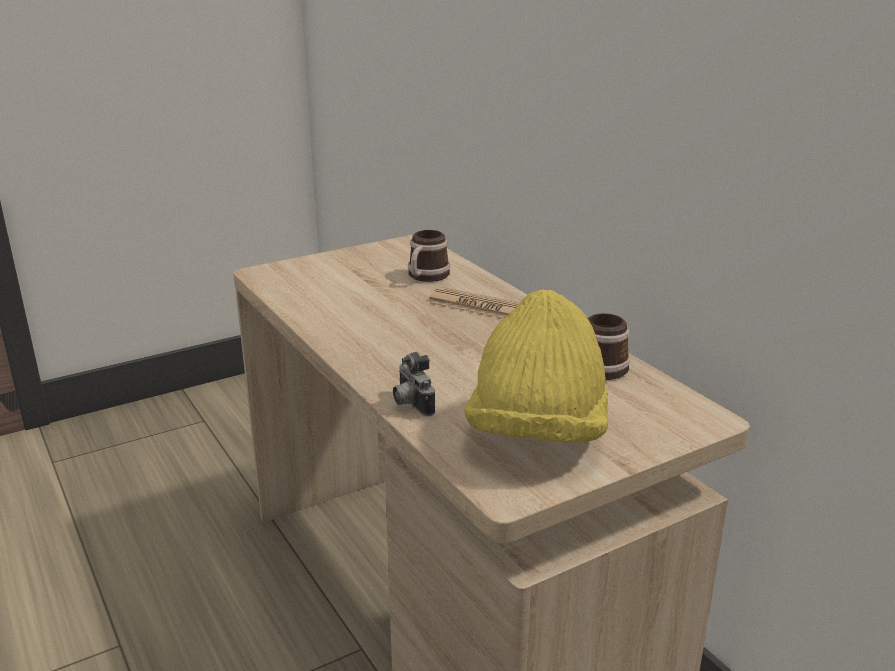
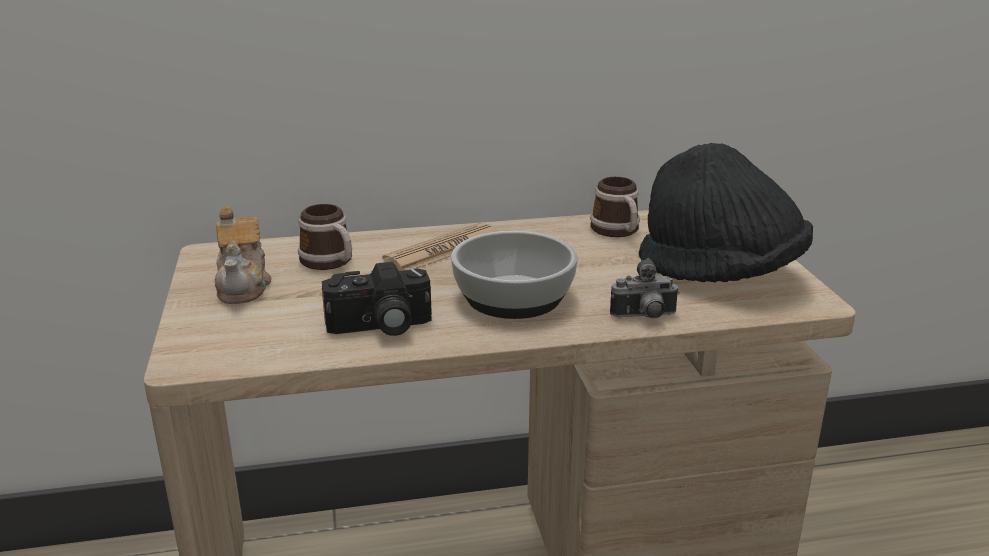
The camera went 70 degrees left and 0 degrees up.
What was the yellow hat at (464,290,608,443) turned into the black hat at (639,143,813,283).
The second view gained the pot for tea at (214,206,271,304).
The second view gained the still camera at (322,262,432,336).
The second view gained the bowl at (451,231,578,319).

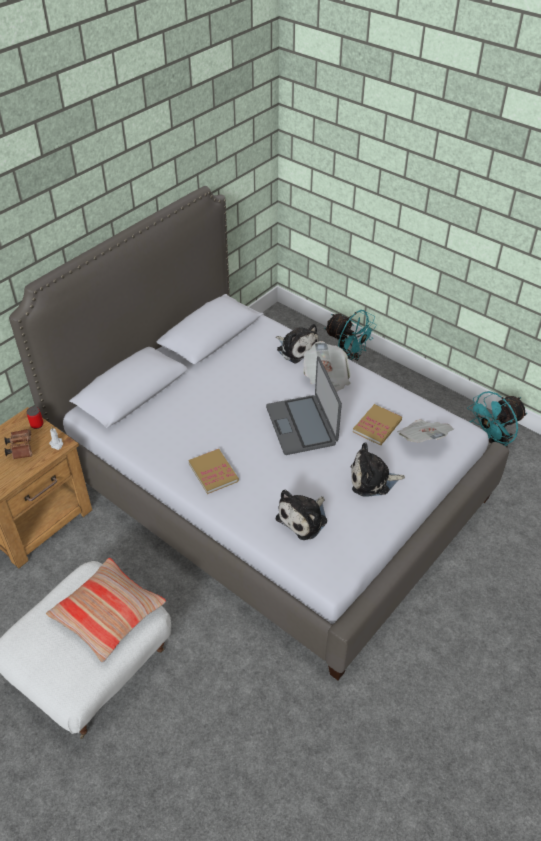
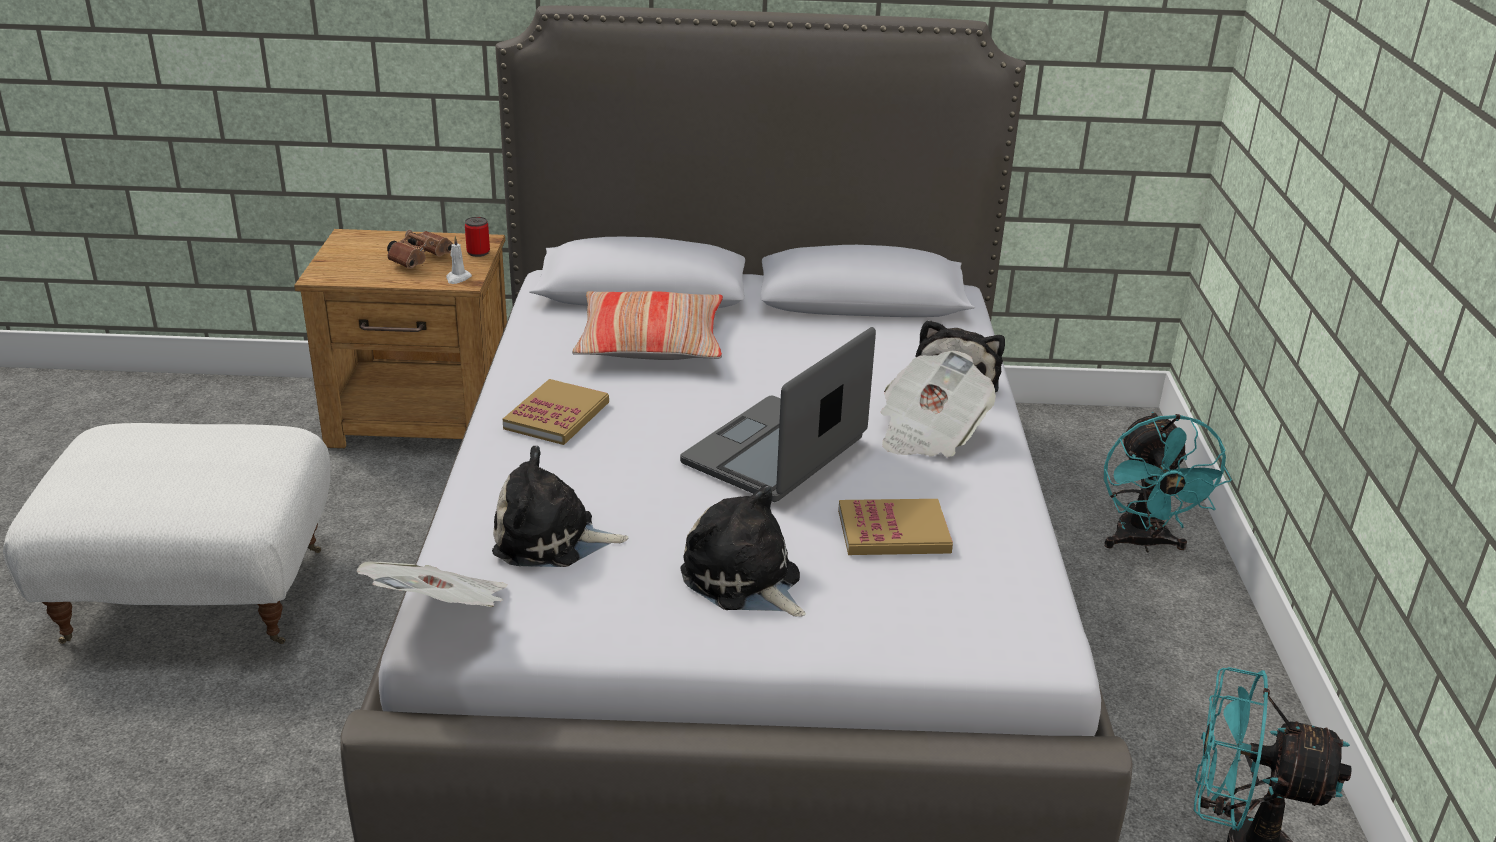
The camera went 50 degrees right and 15 degrees down.
The cushion ended up elsewhere, having gone from (46,558,166,663) to (572,291,723,360).
The newspaper ended up elsewhere, having gone from (397,419,454,443) to (357,562,507,607).

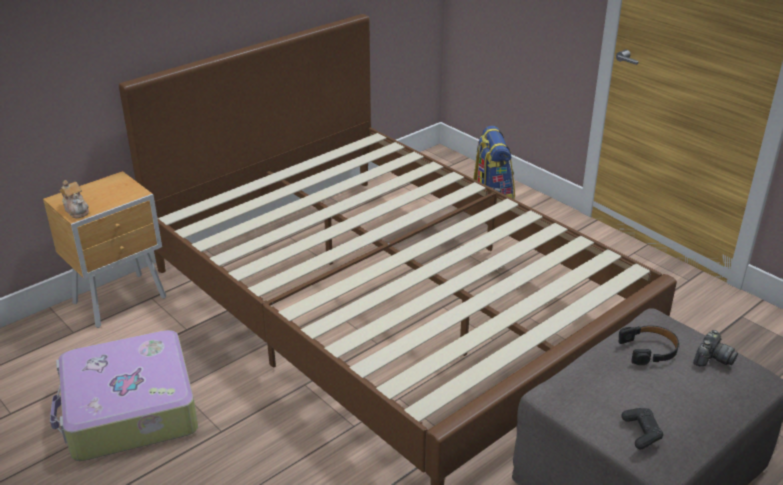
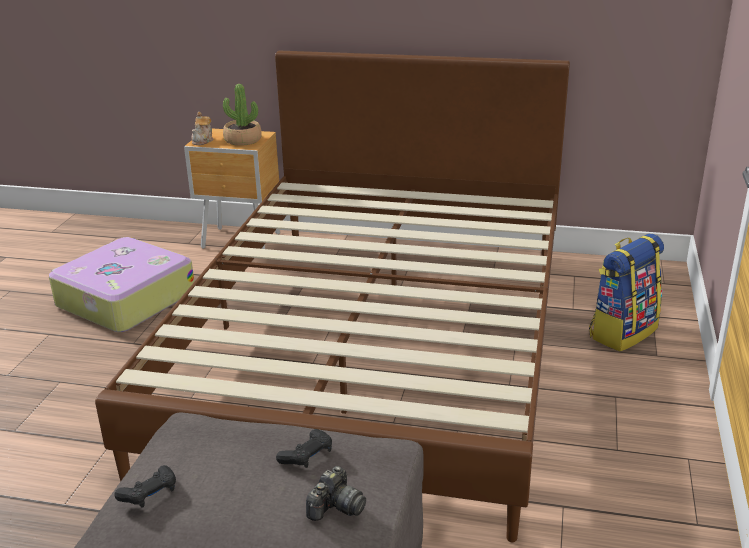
The camera went 55 degrees right and 5 degrees down.
Where the black pair of headphones stood at (619,325,679,365), the black game controller came to stand at (276,429,332,468).
The still camera at (693,330,738,366) ended up facing another way, 60 degrees counterclockwise from before.
The second view gained the potted plant at (223,84,262,146).

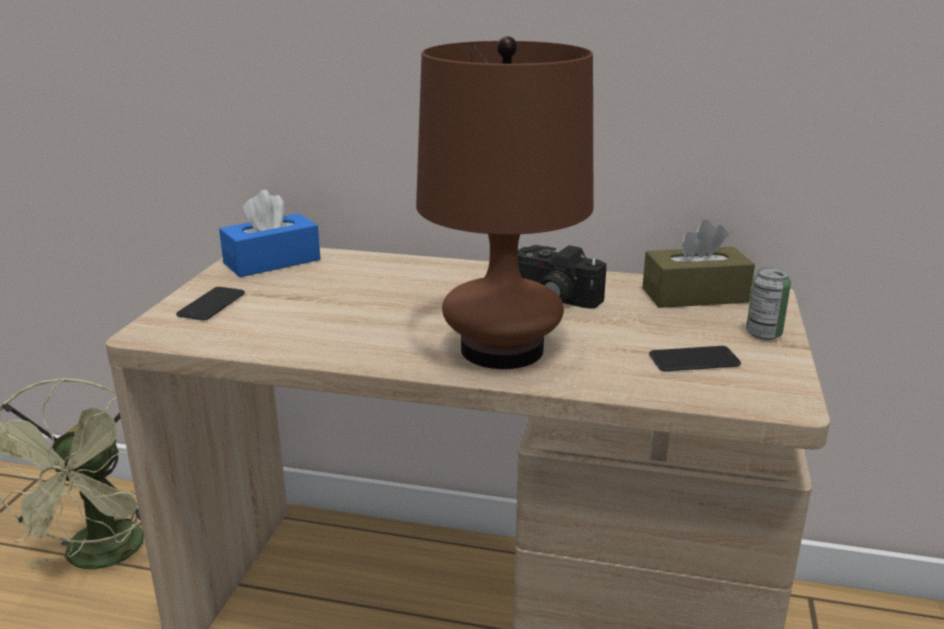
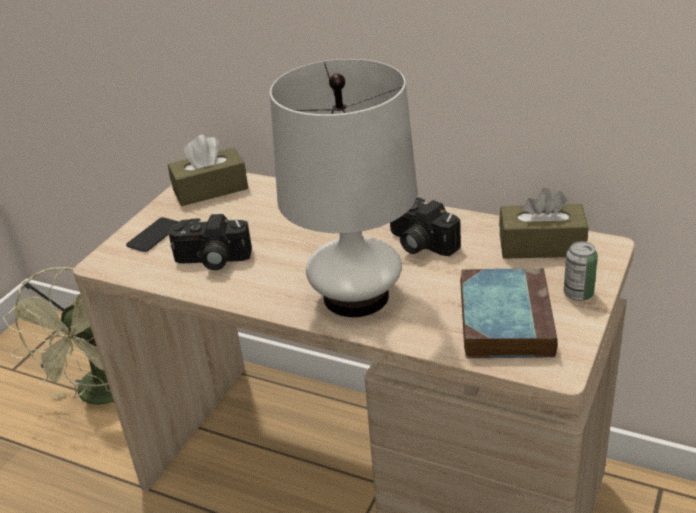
The camera went 15 degrees right and 10 degrees up.
What was the bluish tissue box at (219,190,320,277) turned into the brown tissue box at (168,134,248,206).
What was the brown lamp for a table at (416,36,593,369) turned into the white lamp for a table at (270,59,417,317).
Where the handset stood at (649,346,741,371), the book came to stand at (460,268,558,358).
The second view gained the still camera at (169,214,252,270).

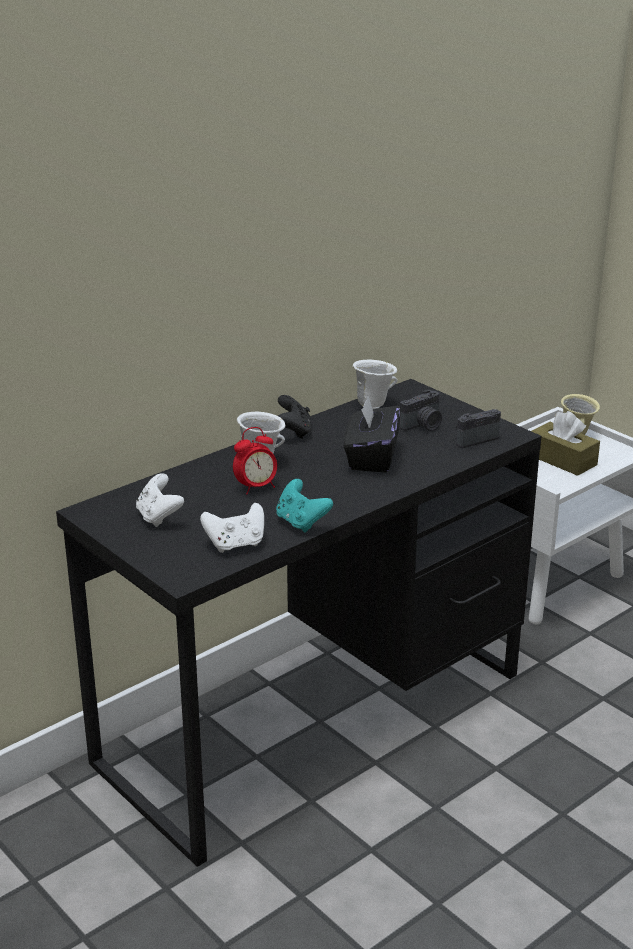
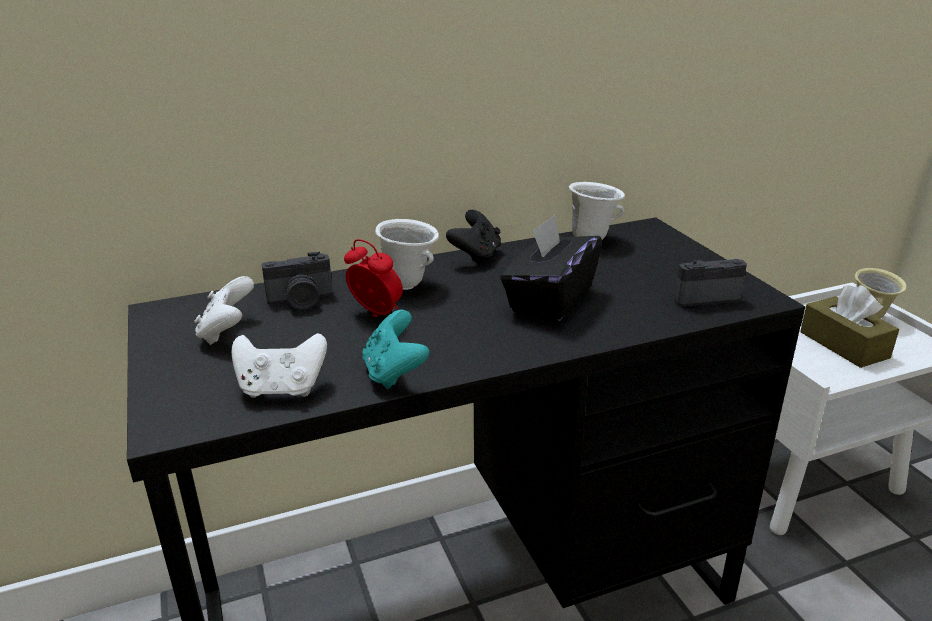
The camera went 20 degrees right and 0 degrees up.
The alarm clock at (233,427,277,495) ended up facing another way, 135 degrees counterclockwise from before.
The still camera ended up elsewhere, having gone from (399,389,442,431) to (262,252,333,310).

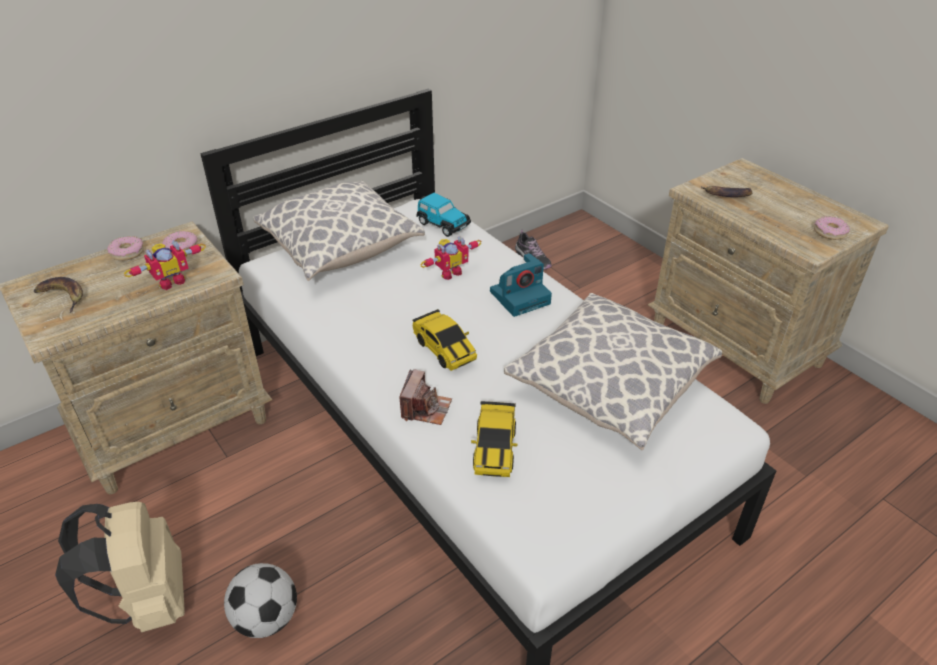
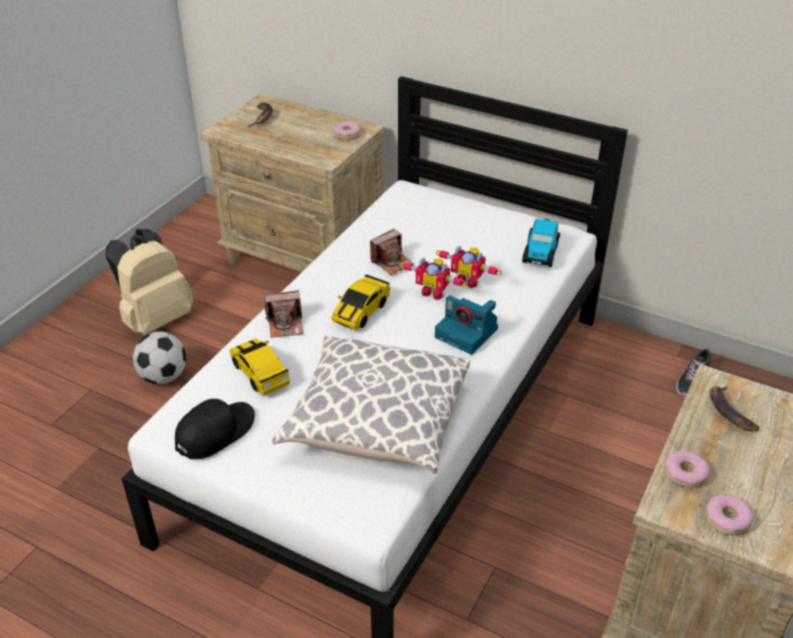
The camera went 65 degrees right and 0 degrees up.
The ring doughnut ended up elsewhere, having gone from (107,236,144,261) to (664,450,710,488).
The model robot ended up elsewhere, having gone from (124,240,206,290) to (399,257,467,300).
The second view lost the cushion at (253,181,425,281).
The toy car at (471,401,517,477) ended up facing another way, 75 degrees clockwise from before.
The second view gained the black peaked cap at (175,399,255,459).
The second view gained the still camera at (370,229,414,275).

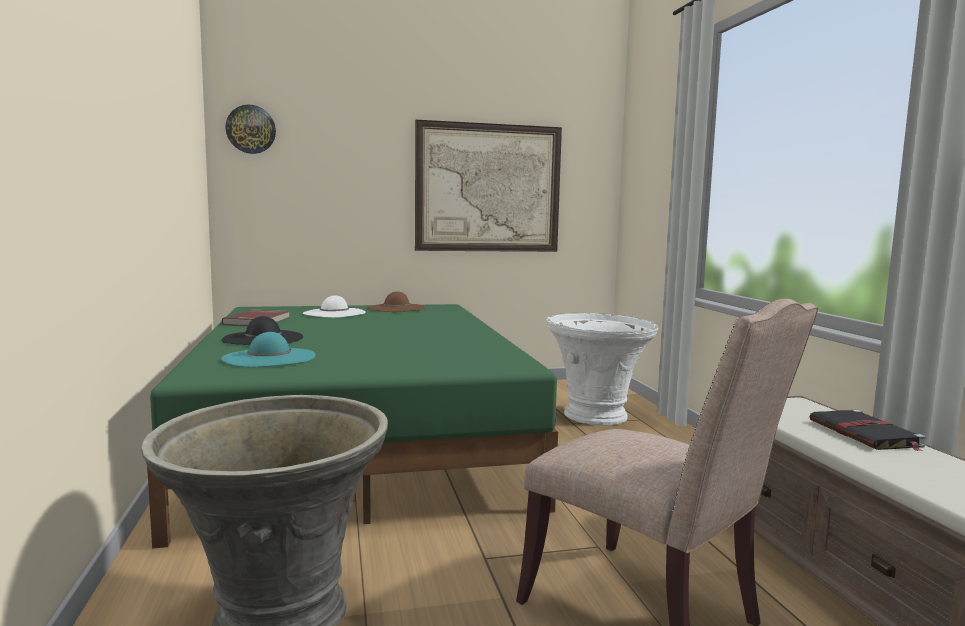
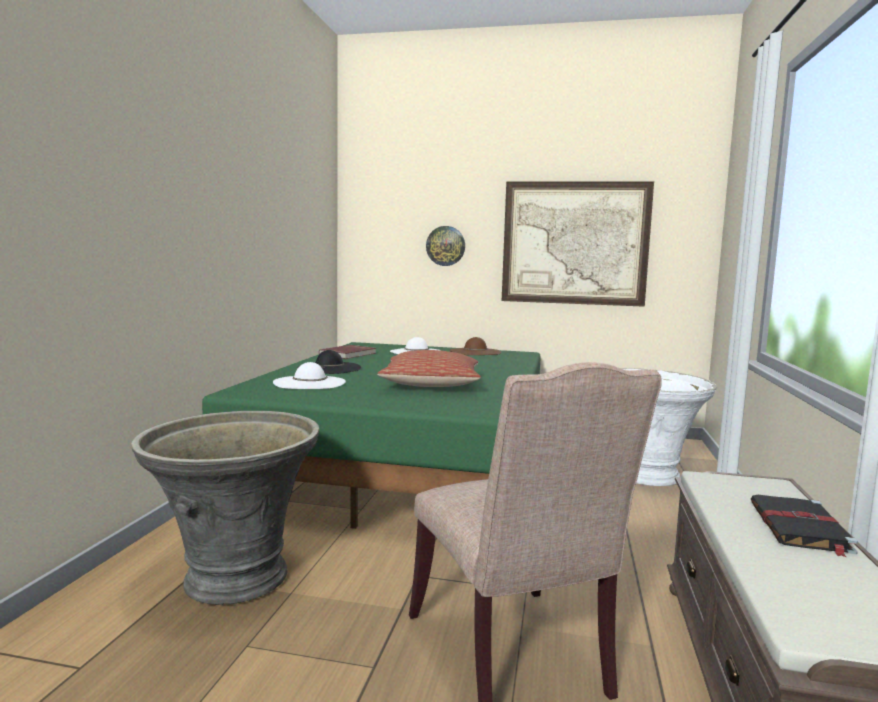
The camera went 25 degrees right and 0 degrees up.
What was the blue-green hat at (221,332,316,367) turned into the white hat at (273,362,346,389).
The wall clock ended up elsewhere, having gone from (225,105,276,154) to (426,226,465,266).
The second view gained the cushion at (377,350,481,387).

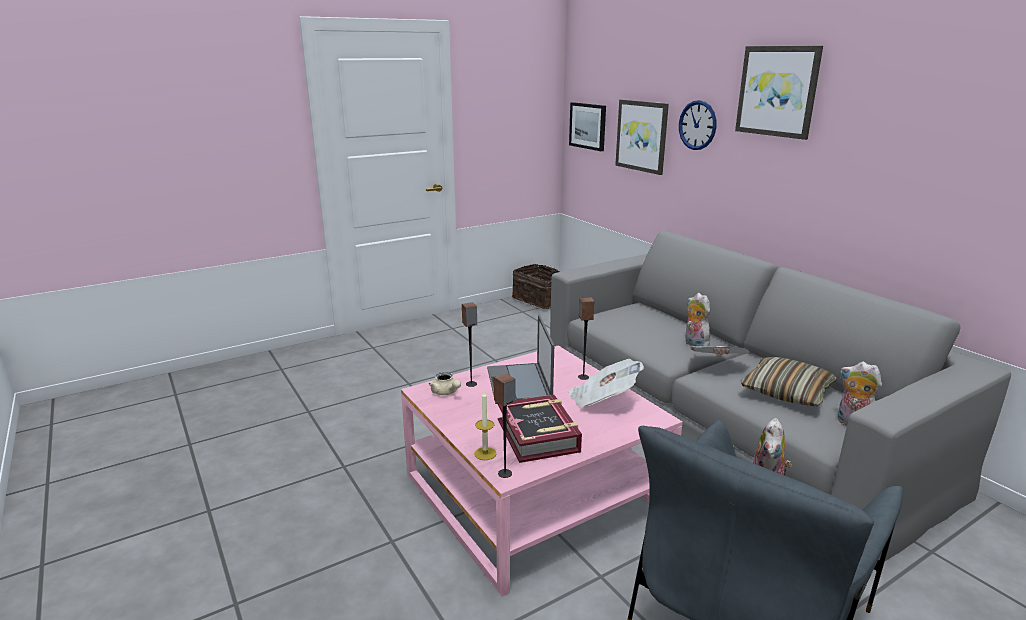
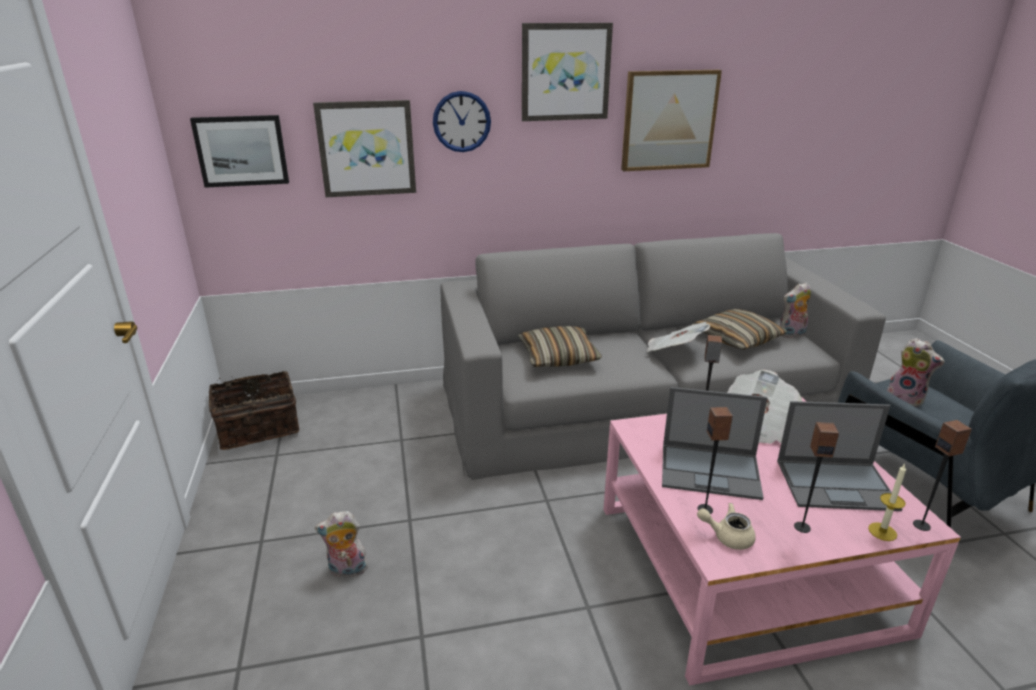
The camera went 70 degrees left and 5 degrees up.
The beige pot for tea at (429,372,461,395) ended up facing another way, 150 degrees counterclockwise from before.
Where the book stood at (498,394,582,463), the notebook computer came to stand at (777,401,902,511).
The cuddly toy ended up elsewhere, having gone from (685,293,710,347) to (315,511,368,579).
The second view gained the cushion at (518,326,602,367).
The second view gained the picture at (621,70,722,171).
The second view gained the audio speaker at (794,422,839,533).

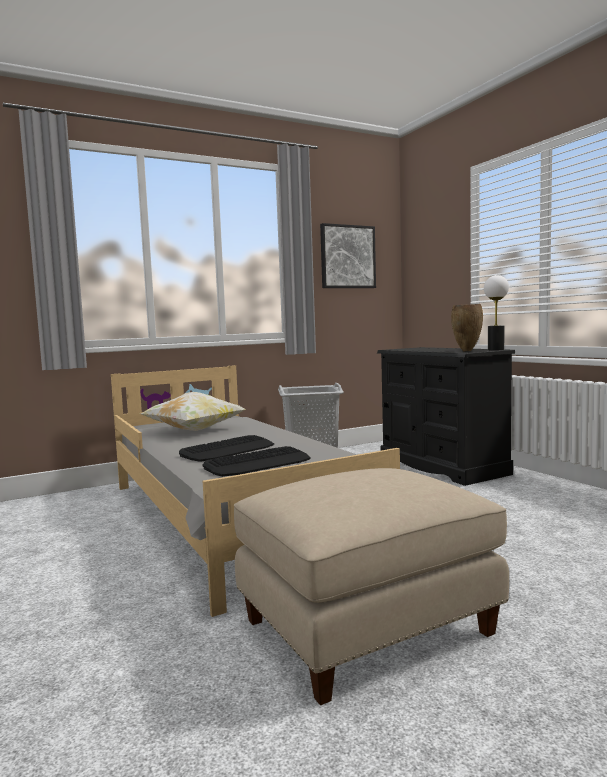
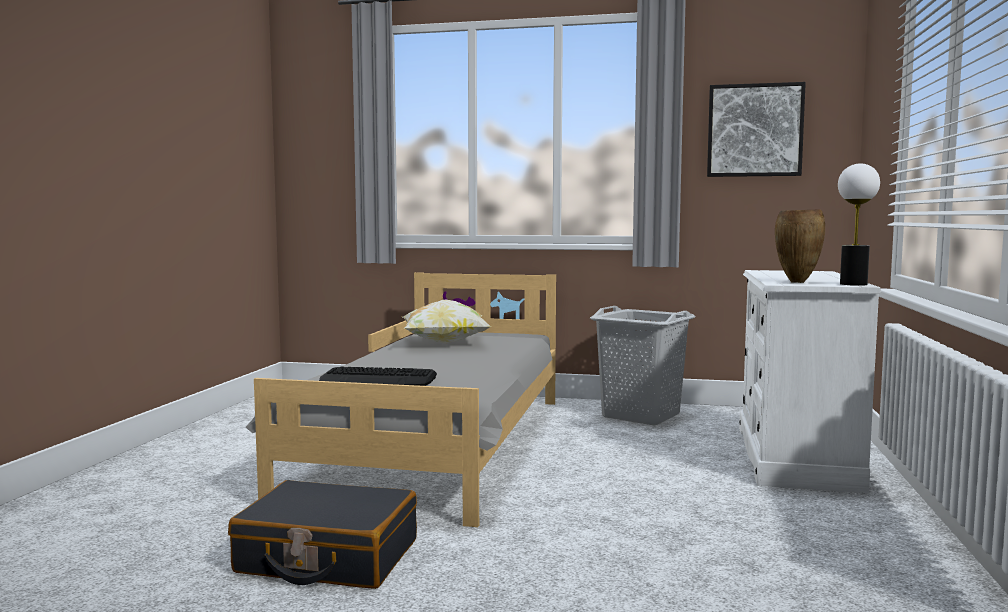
The camera went 40 degrees right and 0 degrees up.
The second view lost the computer keyboard at (179,435,274,462).
Where the beige ottoman stood at (234,468,509,705), the black suitcase came to stand at (228,480,417,589).
What was the black drawer chest at (377,347,515,486) turned into the white drawer chest at (739,270,881,493).

